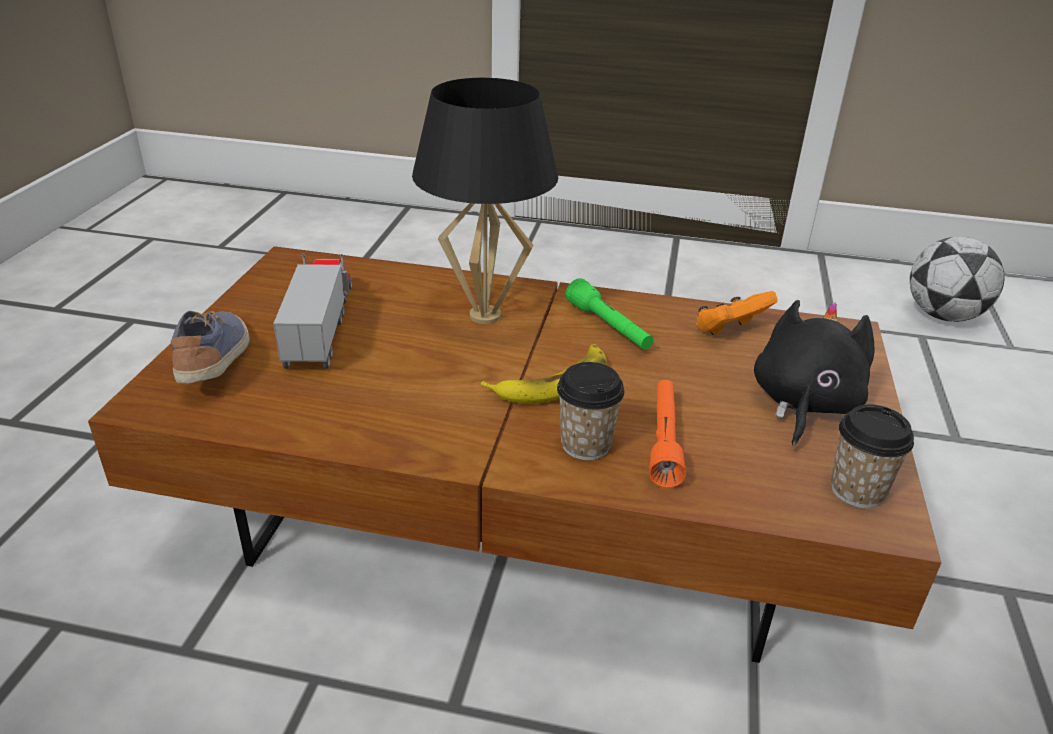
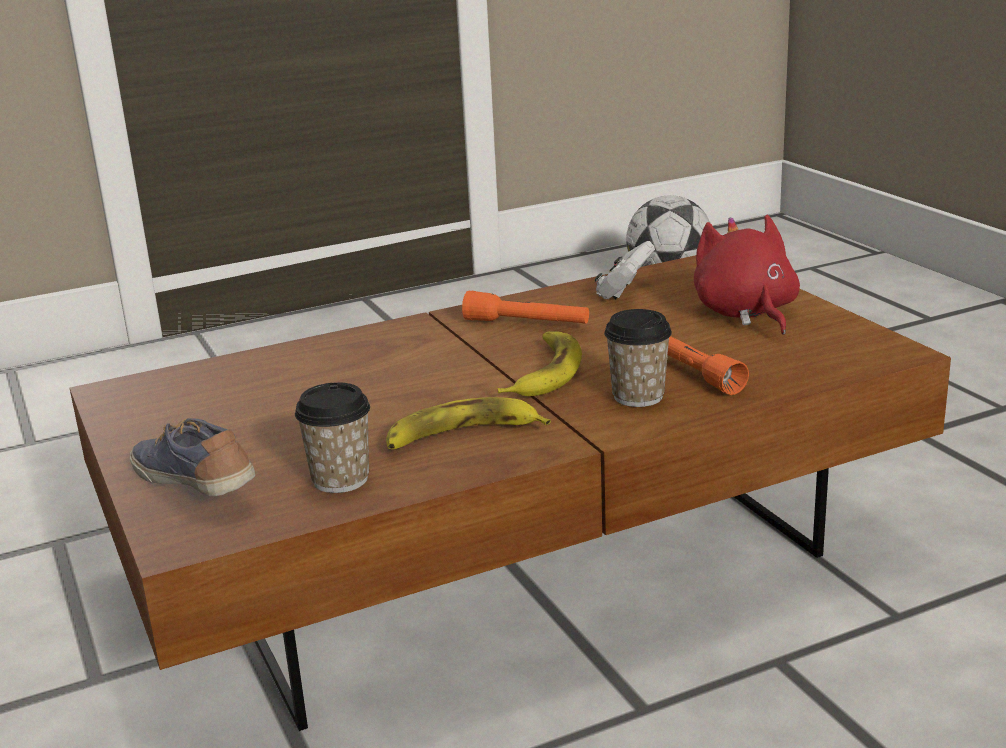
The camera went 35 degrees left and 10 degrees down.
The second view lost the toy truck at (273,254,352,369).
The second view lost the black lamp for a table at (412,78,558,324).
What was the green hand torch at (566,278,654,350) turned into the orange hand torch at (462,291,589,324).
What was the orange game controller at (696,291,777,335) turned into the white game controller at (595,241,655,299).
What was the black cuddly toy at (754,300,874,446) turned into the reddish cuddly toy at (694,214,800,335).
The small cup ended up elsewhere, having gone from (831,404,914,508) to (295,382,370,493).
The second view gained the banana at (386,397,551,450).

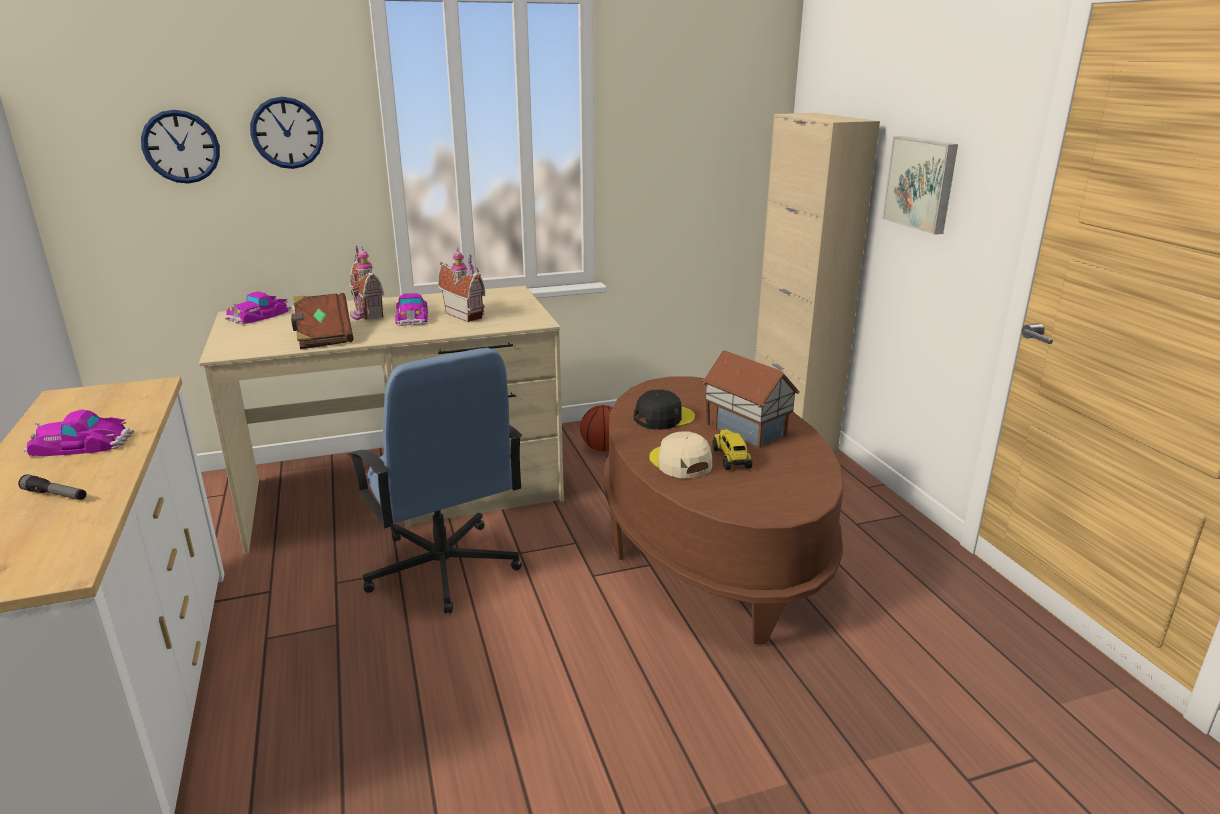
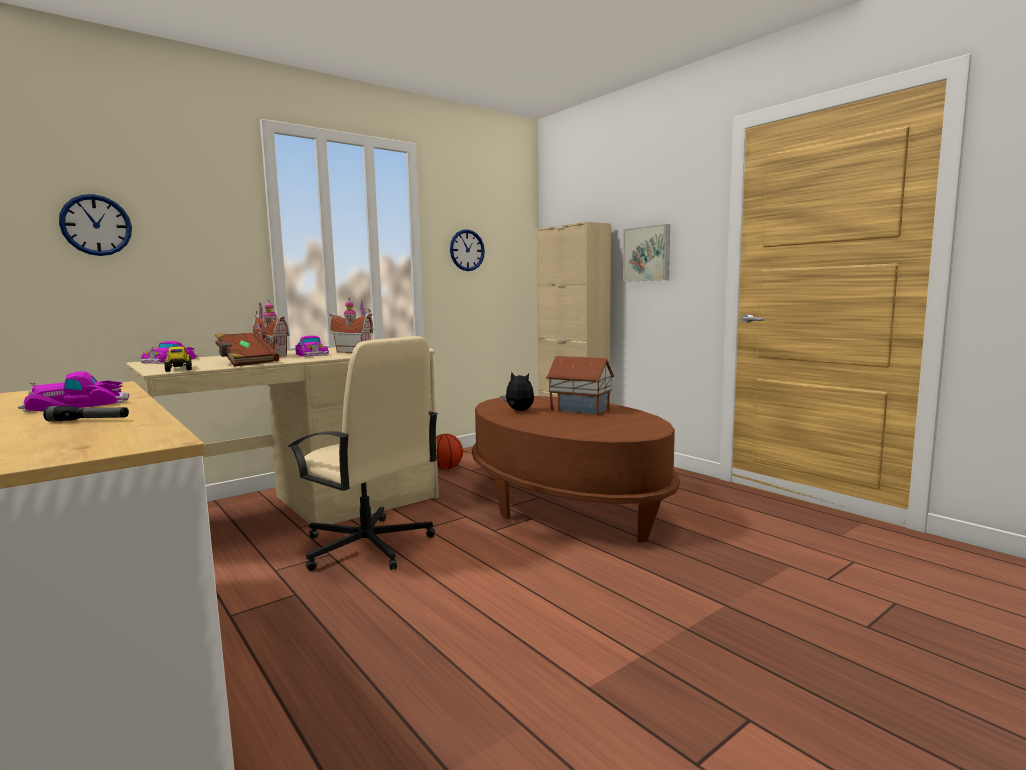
The camera went 20 degrees left and 15 degrees down.
The wall clock ended up elsewhere, having gone from (250,97,323,169) to (450,229,485,271).
What was the bluish office chair at (348,348,522,614) turned into the beige office chair at (288,336,438,571).
Where the black peaked cap stood at (634,390,695,430), the cuddly toy came to stand at (501,371,534,411).
The second view lost the beige peaked cap at (649,431,712,478).
The toy truck ended up elsewhere, having gone from (712,429,752,470) to (164,346,192,372).

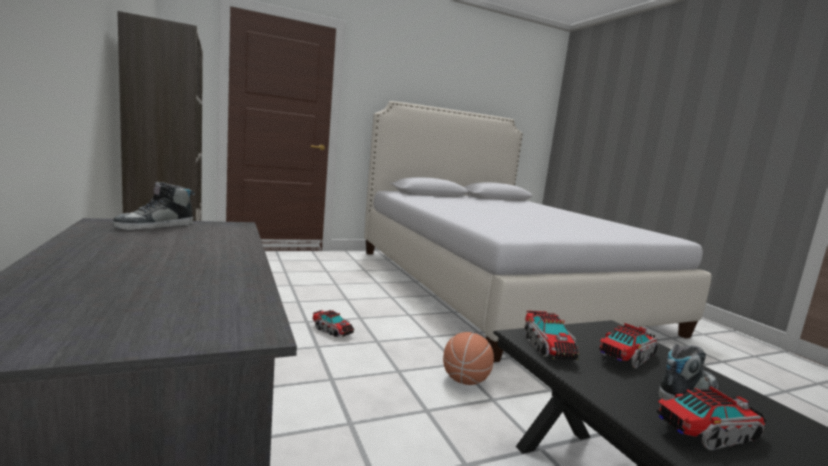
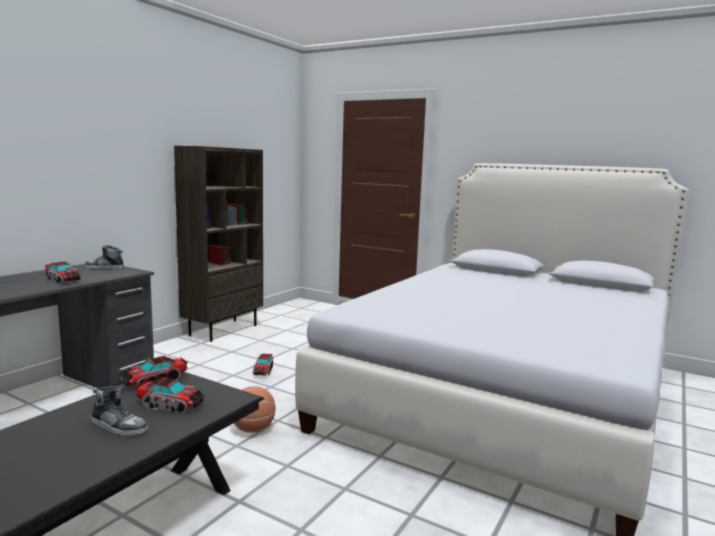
The camera went 55 degrees right and 0 degrees up.
The toy truck ended up elsewhere, having gone from (657,387,766,450) to (45,261,81,283).

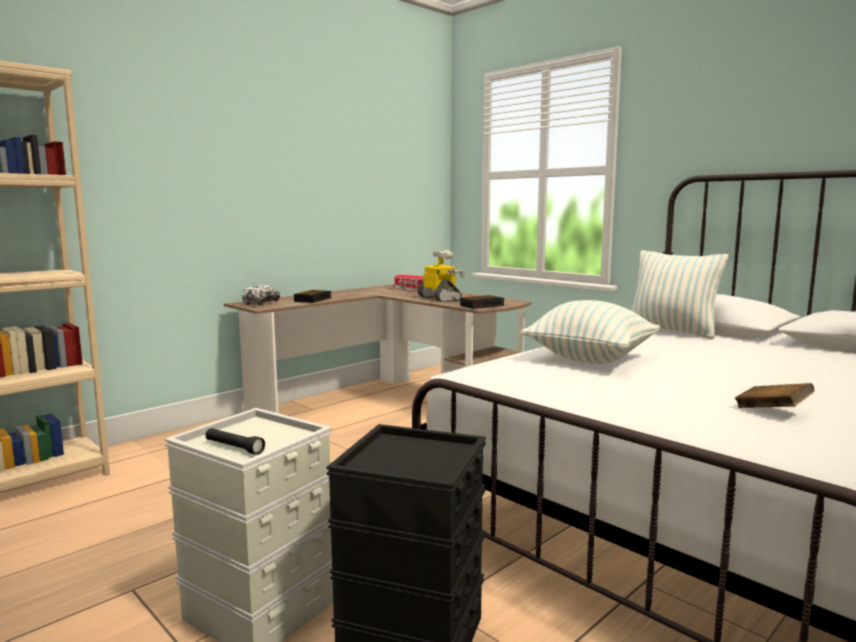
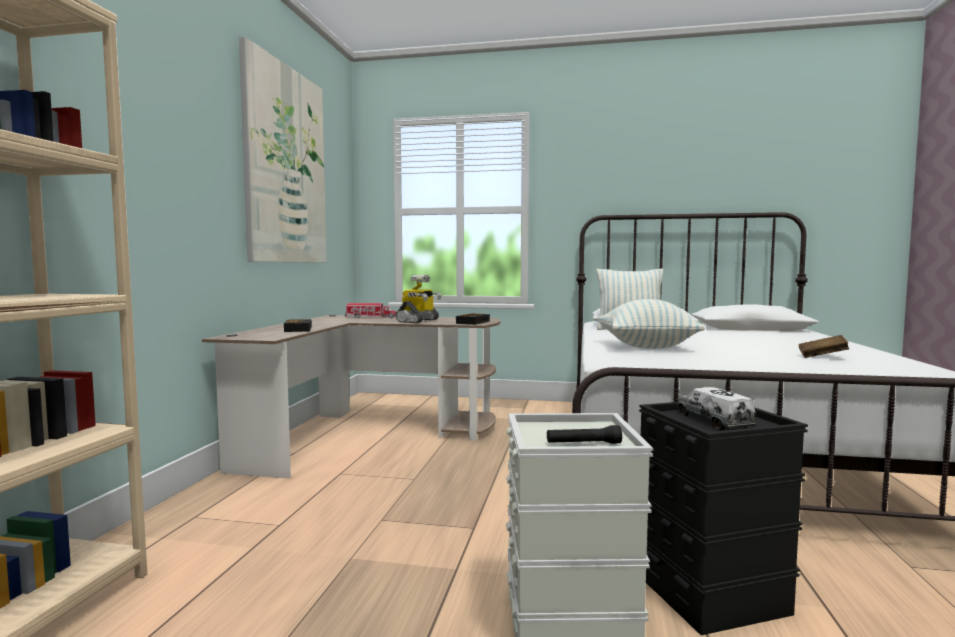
The camera went 35 degrees left and 5 degrees down.
The toy truck ended up elsewhere, having gone from (243,285,280,305) to (677,387,756,430).
The model robot at (417,250,465,302) ended up facing another way, 90 degrees clockwise from before.
The second view gained the picture at (239,37,327,263).

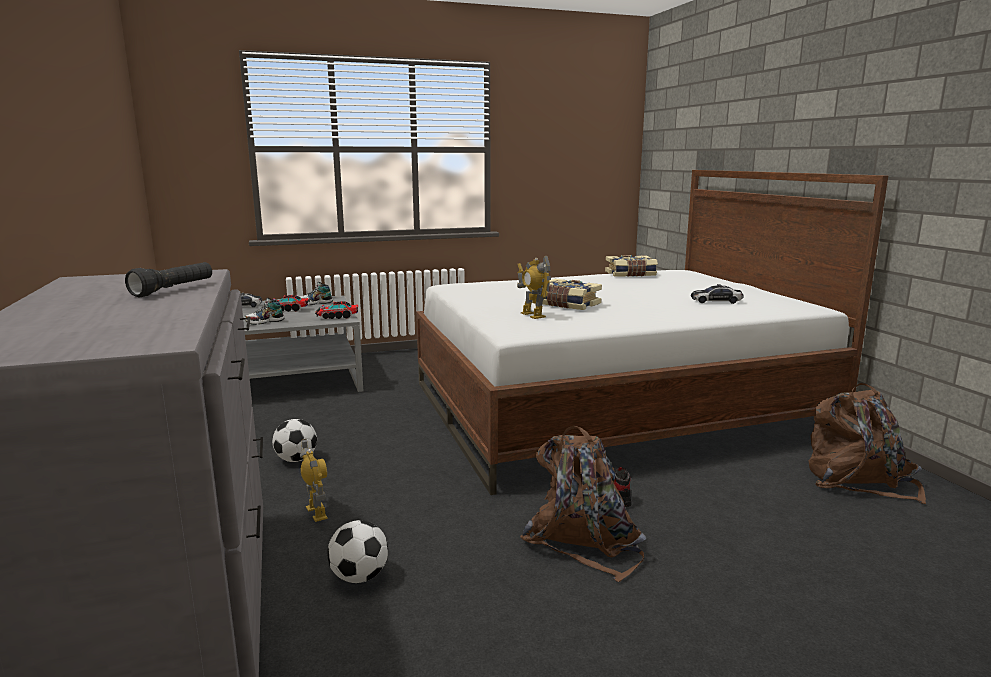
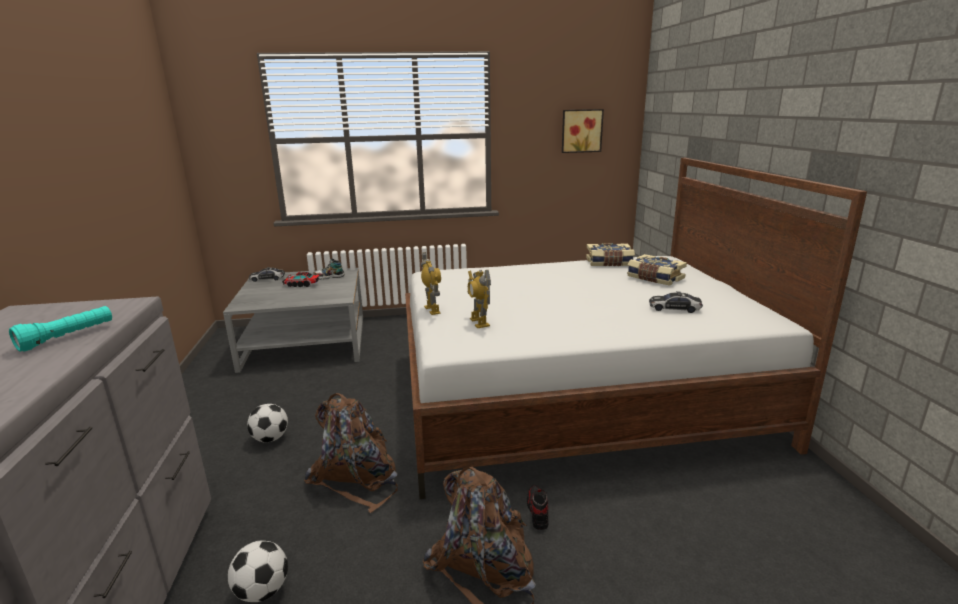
The camera went 10 degrees right and 5 degrees up.
What was the black hand torch at (125,262,212,297) turned into the blue-green hand torch at (9,306,112,352).
The second view lost the shoe at (244,298,284,325).
The model robot ended up elsewhere, having gone from (300,439,328,522) to (421,252,441,315).
The second view lost the toy truck at (315,301,358,319).
The book ended up elsewhere, having gone from (540,279,602,310) to (627,254,687,286).
The brown backpack ended up elsewhere, having gone from (809,383,926,504) to (304,393,398,513).
The second view gained the picture at (562,109,604,153).

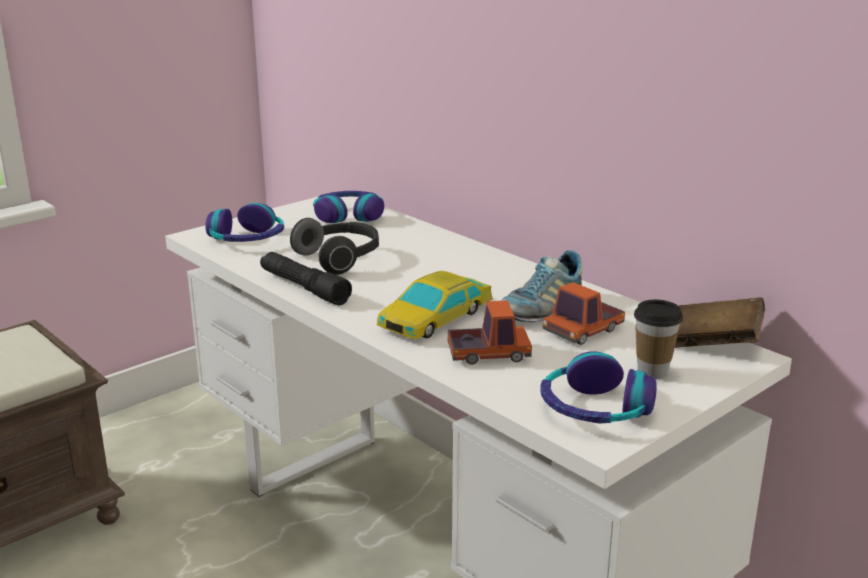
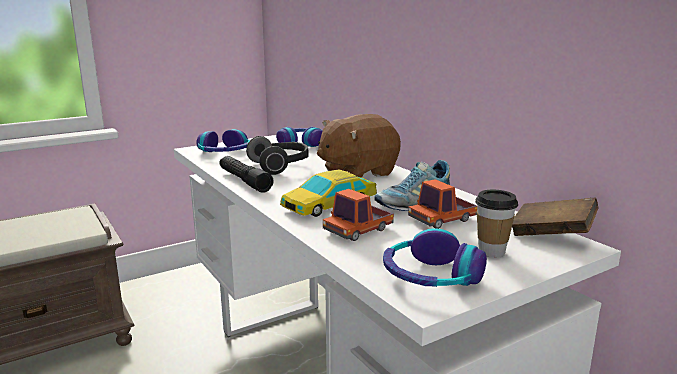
The camera went 10 degrees right and 5 degrees down.
The toy truck at (448,300,532,365) ended up facing another way, 135 degrees clockwise from before.
The second view gained the brown cuddly toy at (317,114,401,178).

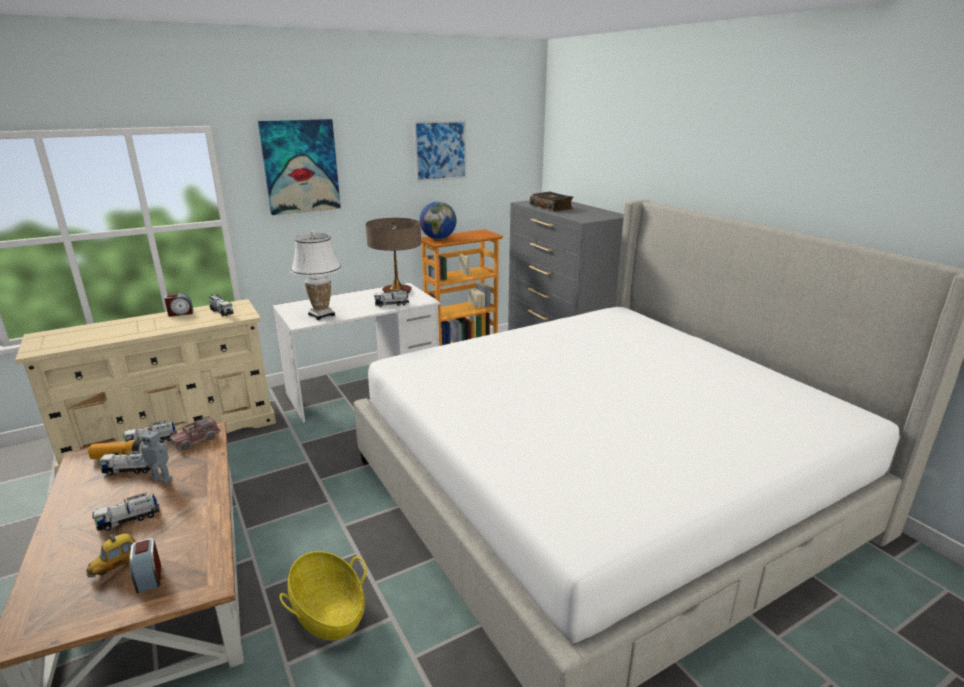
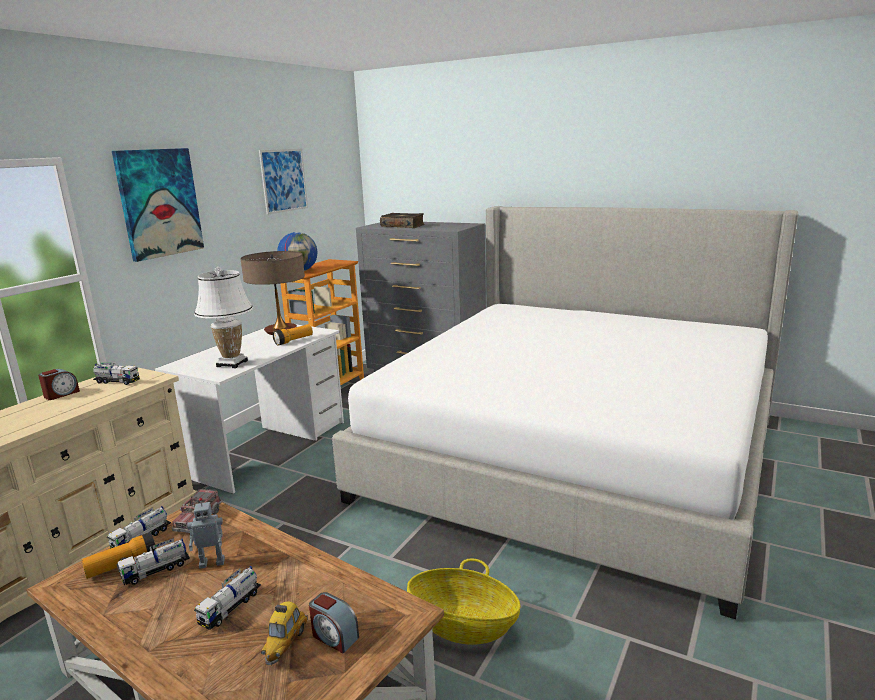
The camera went 30 degrees left and 5 degrees down.
Where the toy truck stood at (374,290,409,307), the hand torch came to stand at (273,325,313,345).

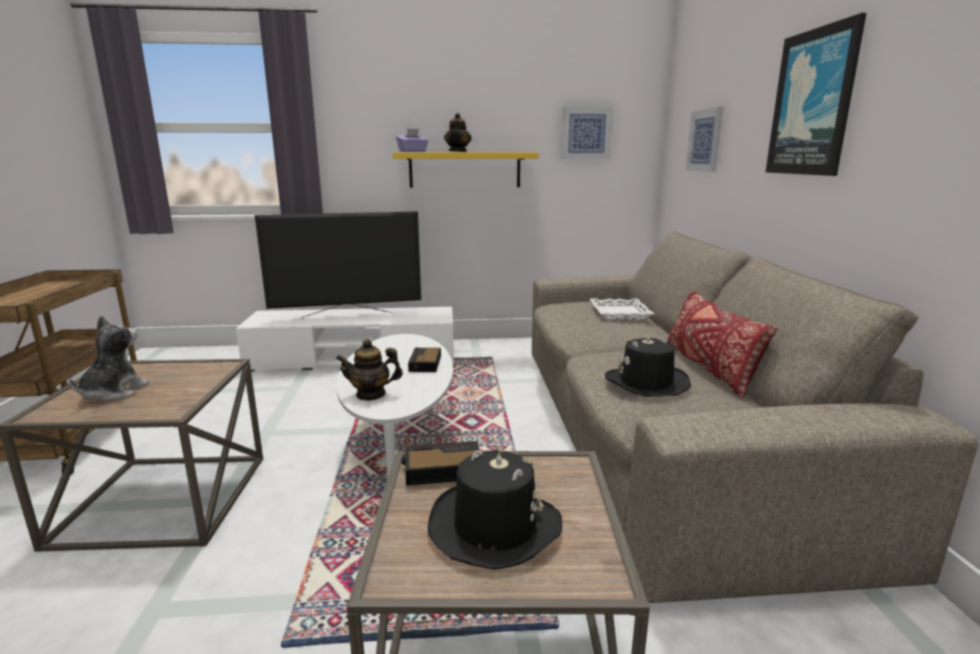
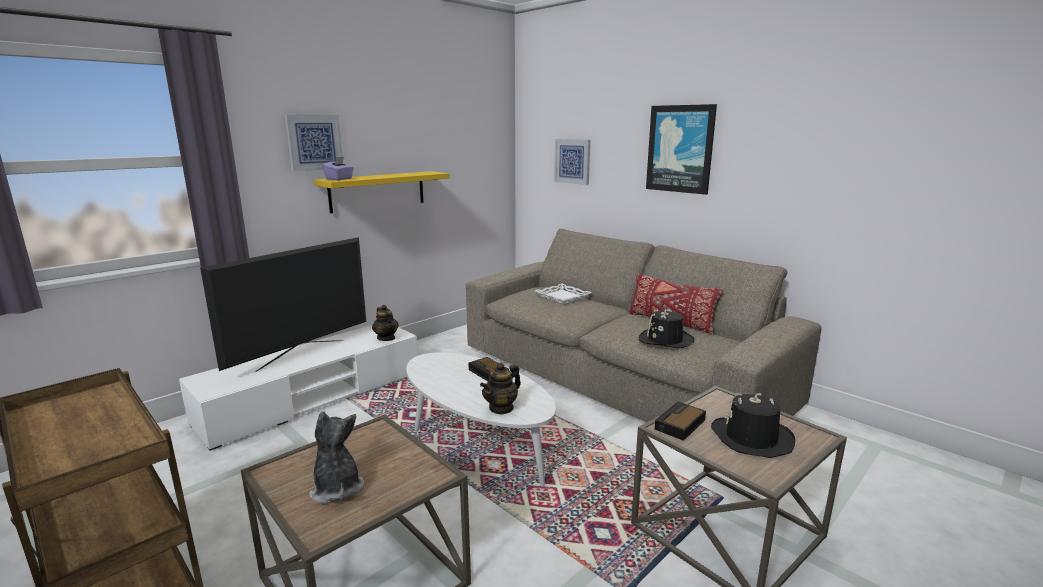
The camera went 40 degrees left and 0 degrees up.
The pot for tea ended up elsewhere, having gone from (444,113,471,152) to (372,305,399,341).
The picture ended up elsewhere, having gone from (561,106,613,159) to (285,115,342,171).

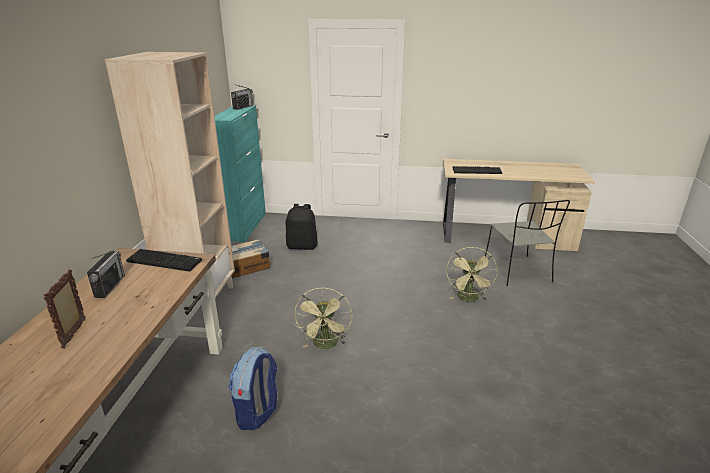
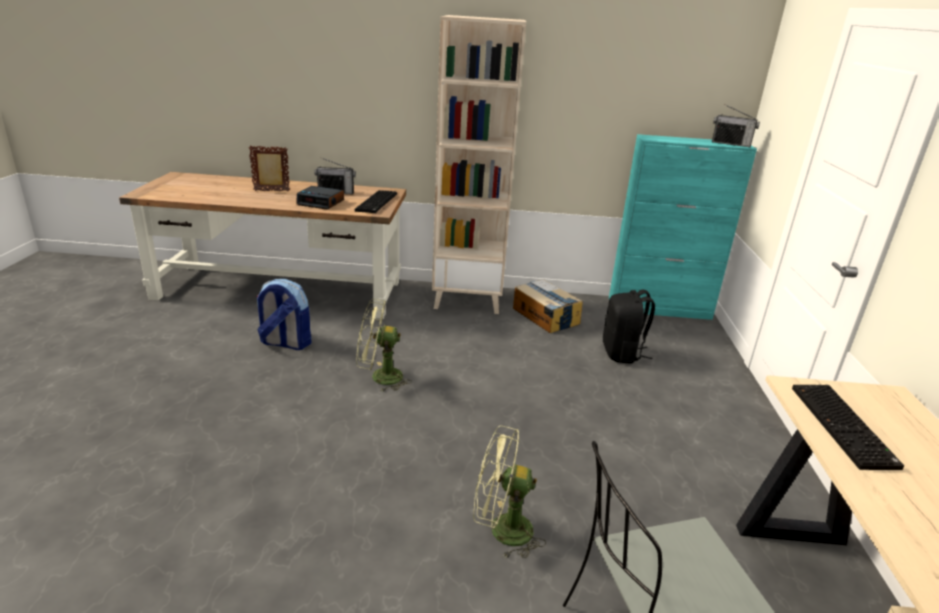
The camera went 85 degrees right and 0 degrees up.
The second view gained the alarm clock at (296,186,344,210).

